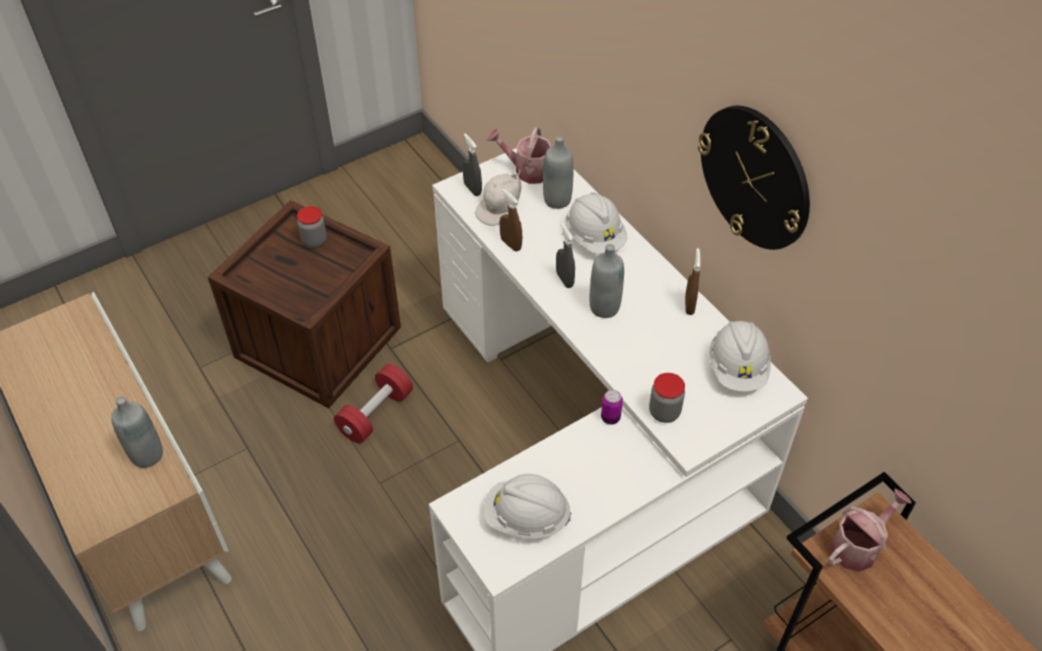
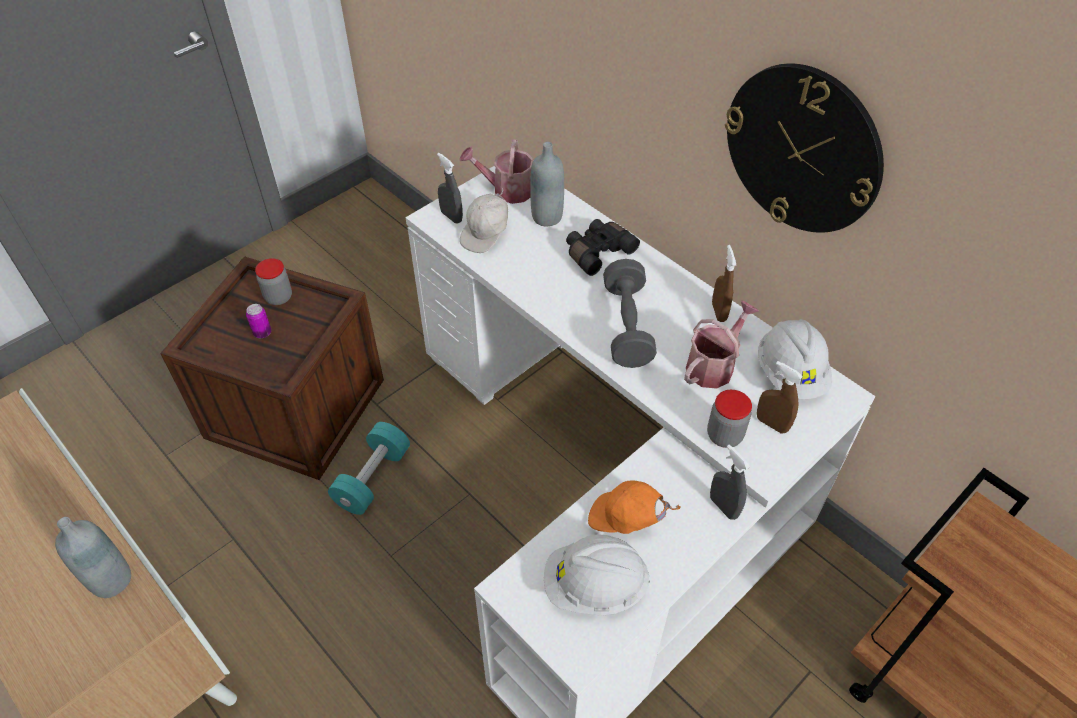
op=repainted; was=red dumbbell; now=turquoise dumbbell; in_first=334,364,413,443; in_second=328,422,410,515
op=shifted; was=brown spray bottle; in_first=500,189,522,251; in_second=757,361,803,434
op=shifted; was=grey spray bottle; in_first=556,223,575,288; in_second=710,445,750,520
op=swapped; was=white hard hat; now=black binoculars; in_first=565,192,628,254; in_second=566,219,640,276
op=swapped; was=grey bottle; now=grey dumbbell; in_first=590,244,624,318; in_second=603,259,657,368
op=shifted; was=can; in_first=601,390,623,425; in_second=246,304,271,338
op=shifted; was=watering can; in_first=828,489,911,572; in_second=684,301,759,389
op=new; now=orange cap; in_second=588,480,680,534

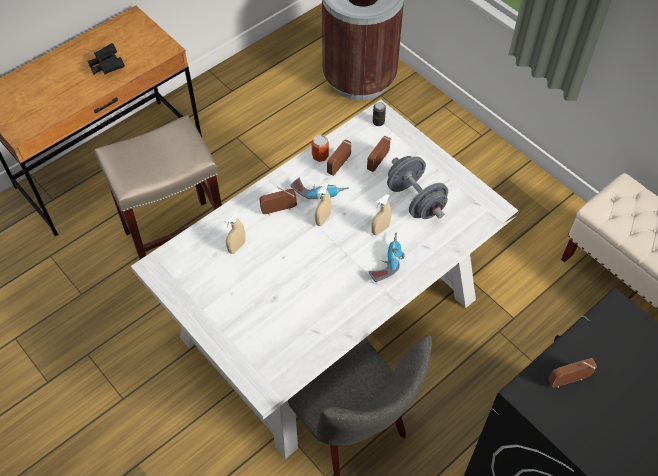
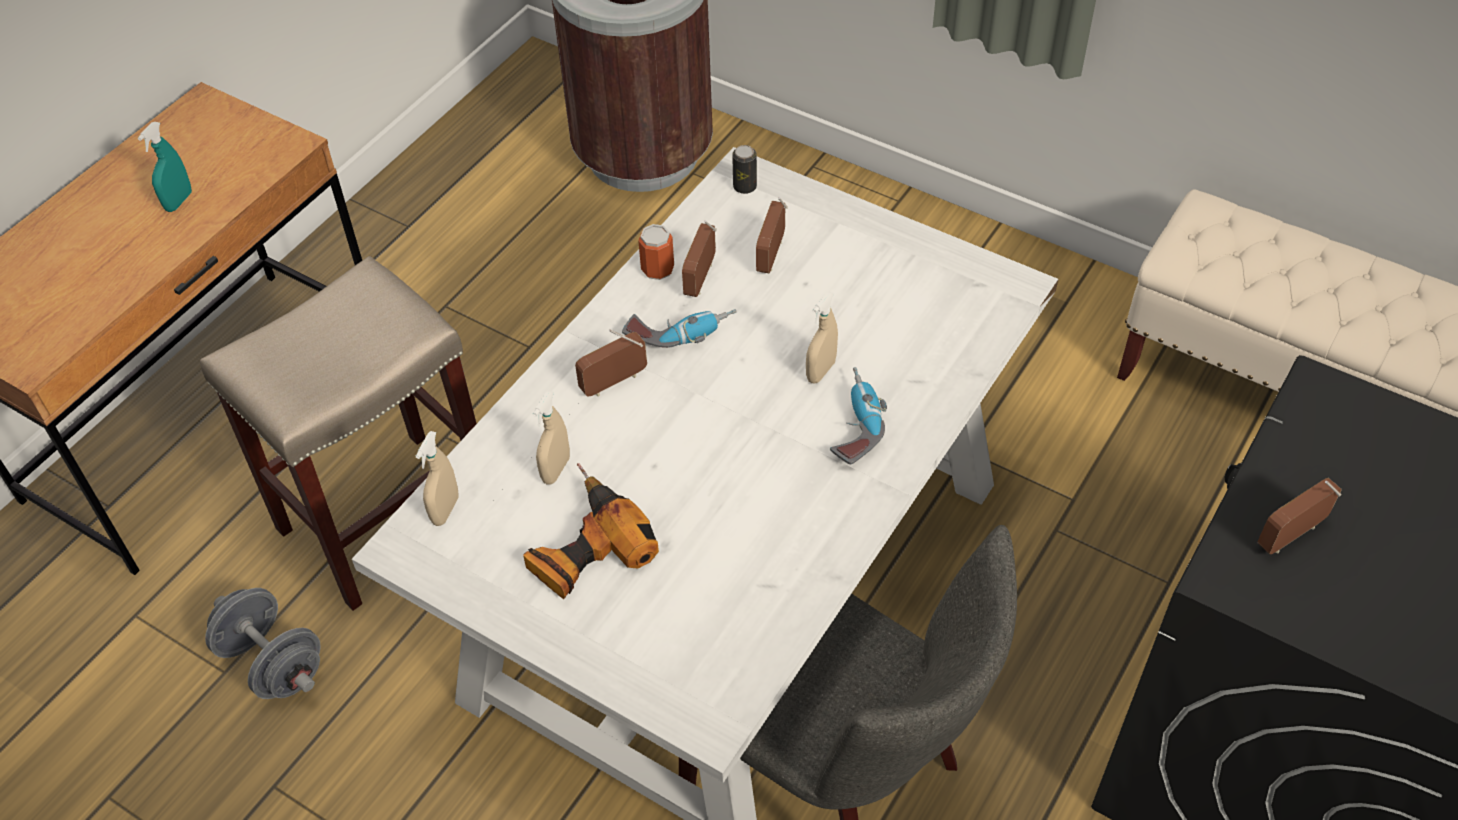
op=swapped; was=black binoculars; now=turquoise spray bottle; in_first=87,43,125,74; in_second=138,122,192,212
op=shifted; was=beige spray bottle; in_first=315,183,331,226; in_second=416,431,459,526
op=shifted; was=grey dumbbell; in_first=387,156,448,219; in_second=205,588,321,699
op=new; now=power drill; in_second=523,463,659,599

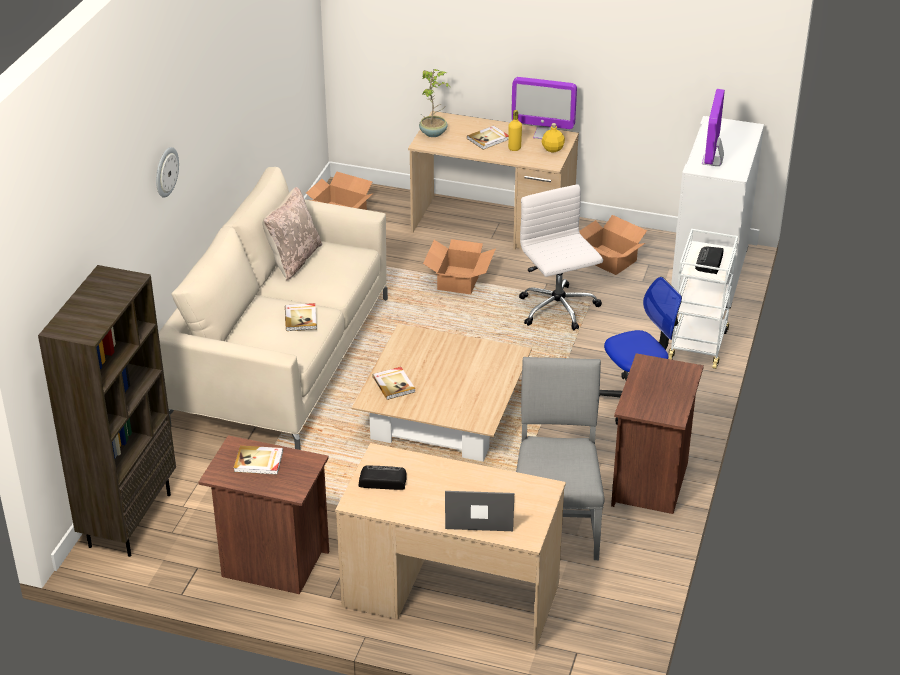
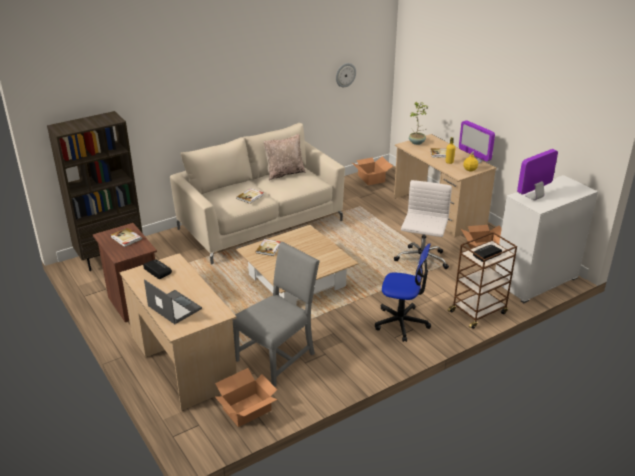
op=shifted; was=wall clock; in_first=156,147,179,198; in_second=336,63,356,87
op=shifted; was=cardboard box; in_first=423,239,496,294; in_second=215,368,278,427
op=gone; was=brown nightstand; in_first=611,353,704,514
op=repainted; was=white cart; now=brown cart; in_first=668,229,738,369; in_second=448,232,517,329

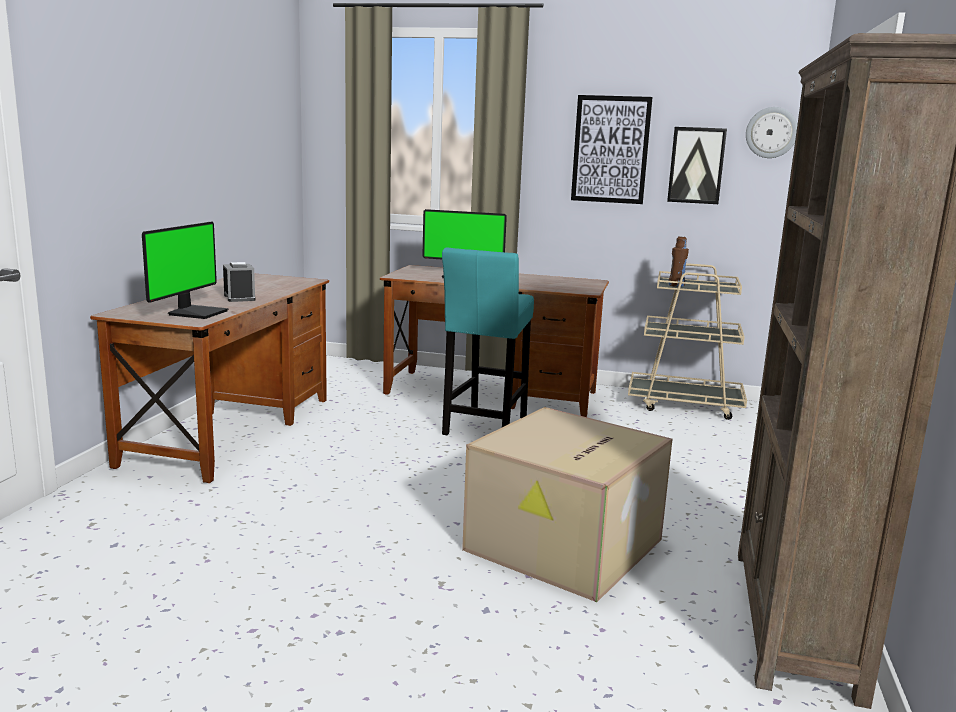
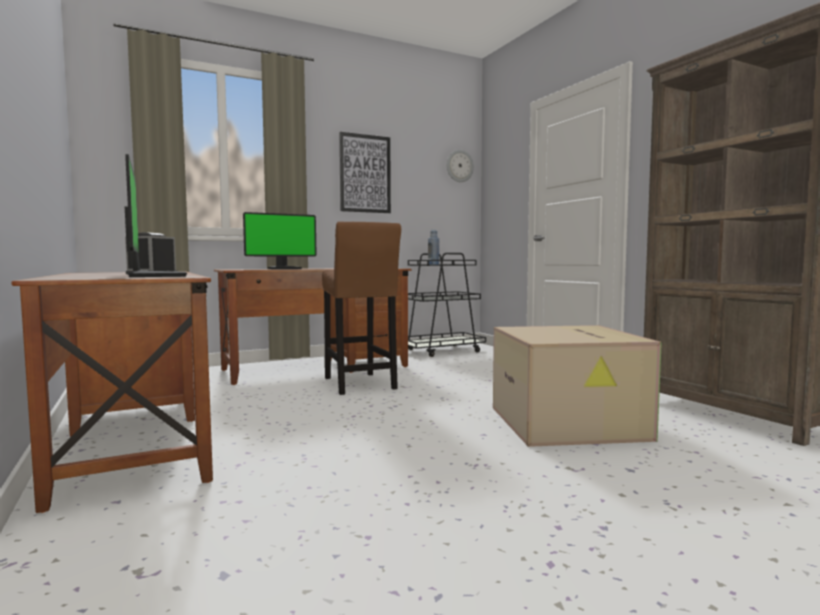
op=repainted; was=turquoise stool; now=brown stool; in_first=442,248,534,435; in_second=322,222,401,395
op=repainted; was=beige cart; now=black cart; in_first=628,263,747,420; in_second=408,253,486,357
op=gone; was=picture; in_first=667,127,727,204
op=repainted; was=brown bottle; now=blue bottle; in_first=668,236,689,287; in_second=428,230,439,265

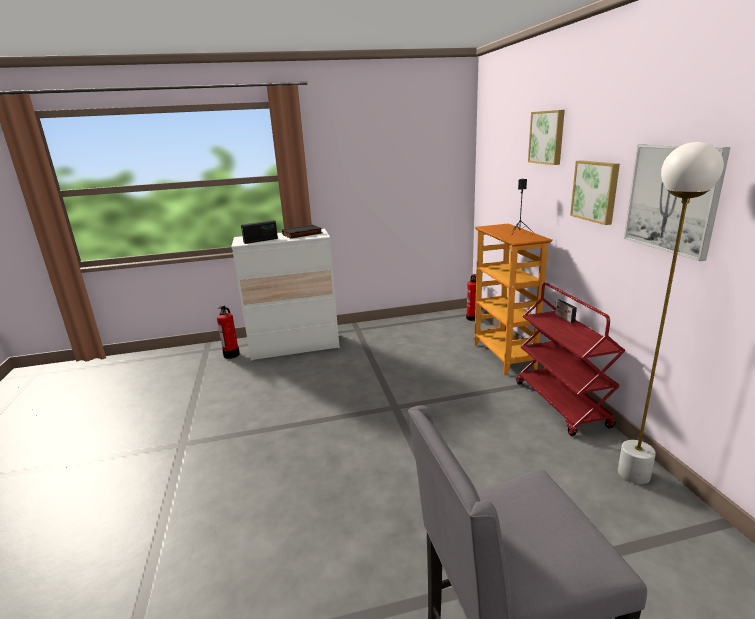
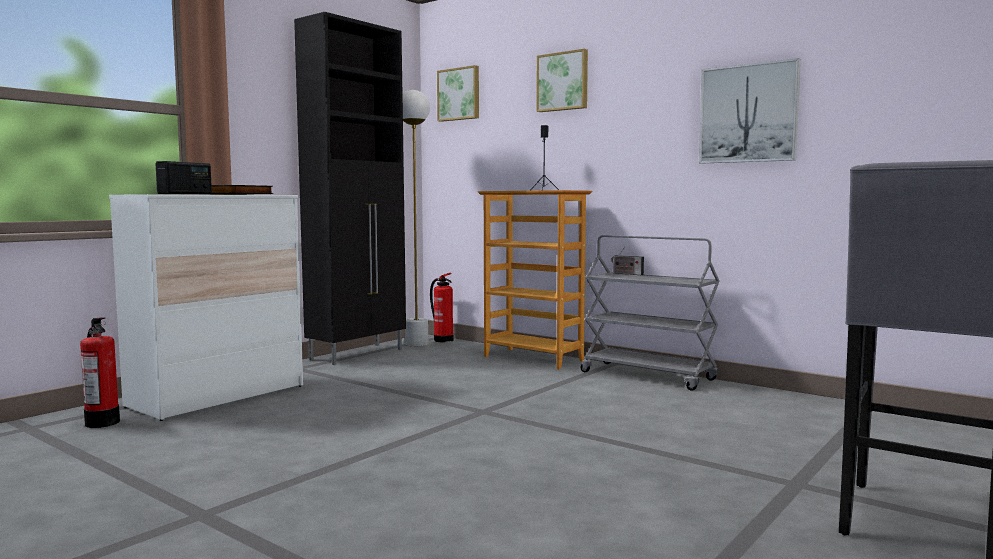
op=repainted; was=red cart; now=grey cart; in_first=516,283,626,436; in_second=580,235,720,391
op=shifted; was=picture; in_first=570,160,620,225; in_second=437,65,479,122
op=shifted; was=white floor lamp; in_first=618,142,724,484; in_second=402,90,430,346
op=new; now=black cabinet; in_second=294,12,406,365

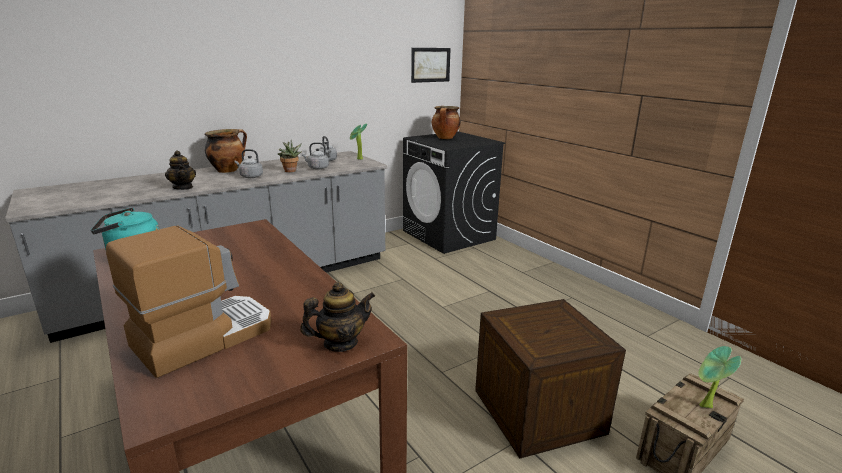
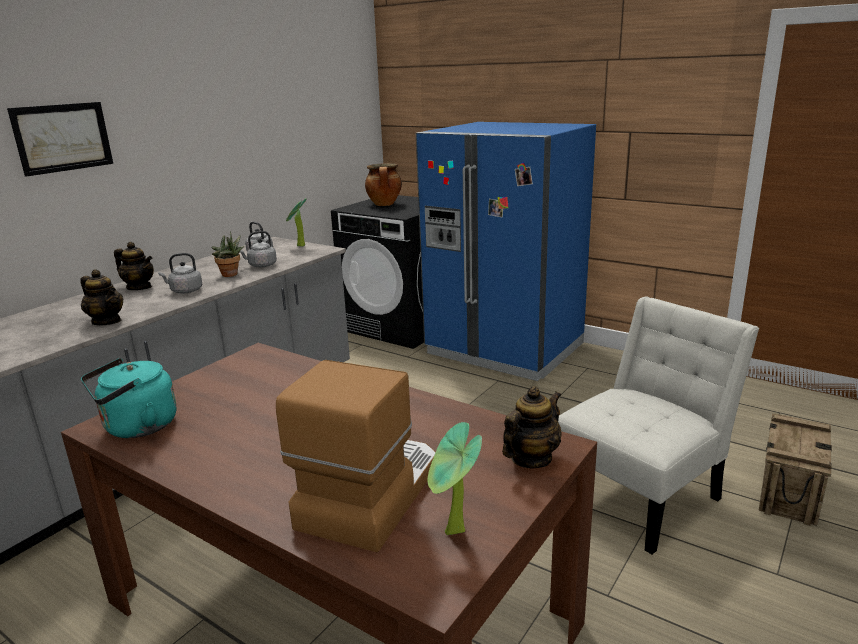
op=swapped; was=cooking pot; now=teapot; in_first=205,129,247,173; in_second=114,242,154,290
op=shifted; was=picture; in_first=411,48,451,83; in_second=7,102,113,177
op=swapped; was=crate; now=white chair; in_first=475,299,626,458; in_second=558,297,759,554
op=shifted; was=potted plant; in_first=698,346,741,408; in_second=427,422,482,535
op=new; now=blue fridge; in_second=416,122,596,381

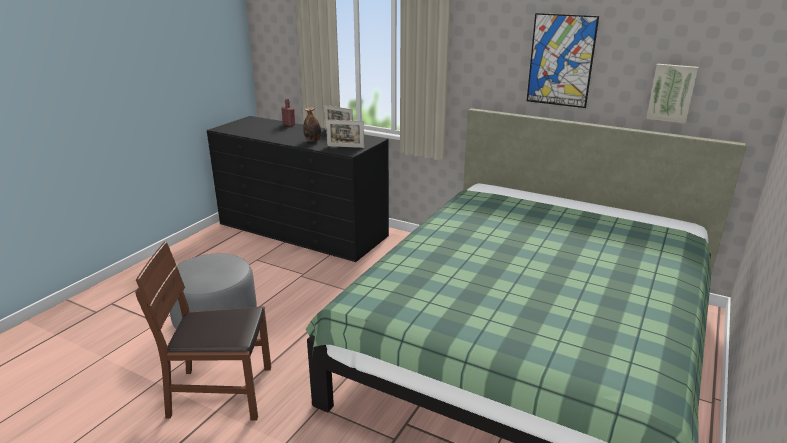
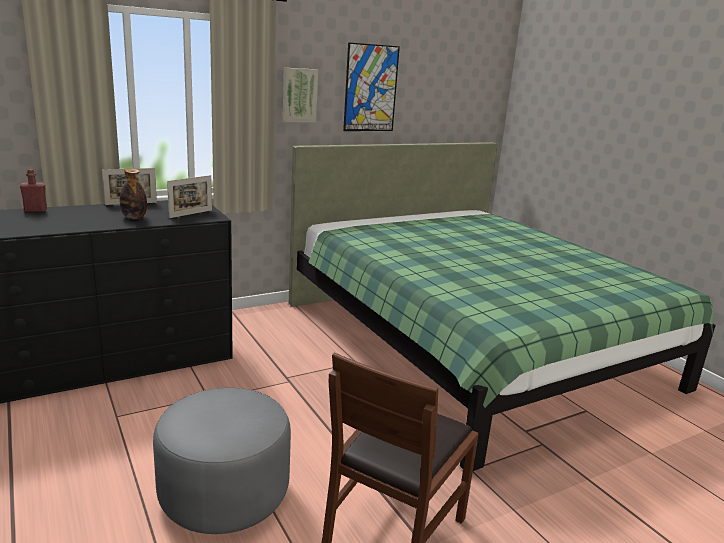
op=shifted; was=picture; in_first=646,64,699,124; in_second=283,68,318,123

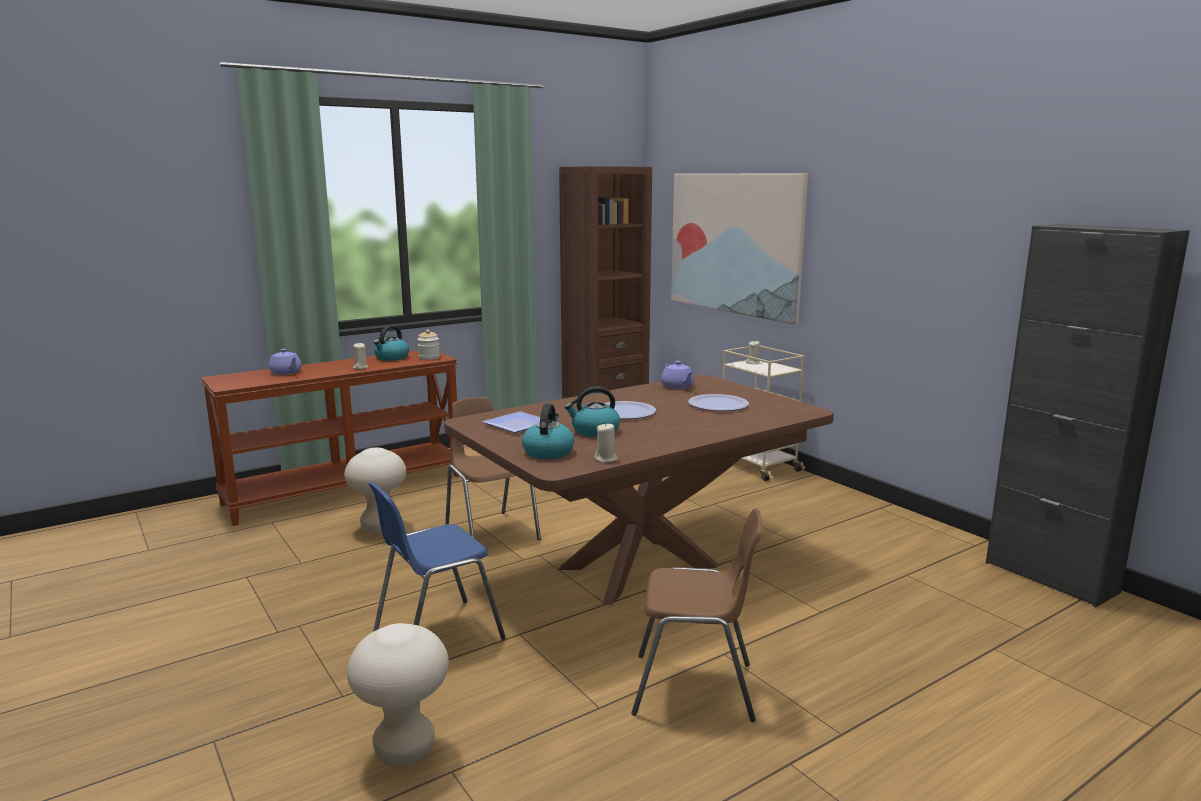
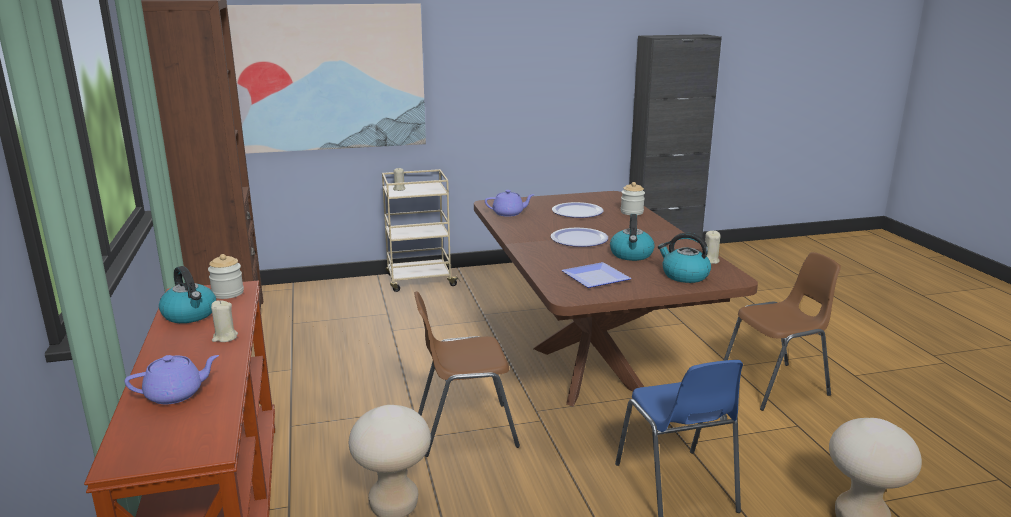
op=rotated; was=brown chair; in_first=631,508,763,722; in_second=723,252,841,411; clockwise=45
op=new; now=jar; in_second=621,182,645,215

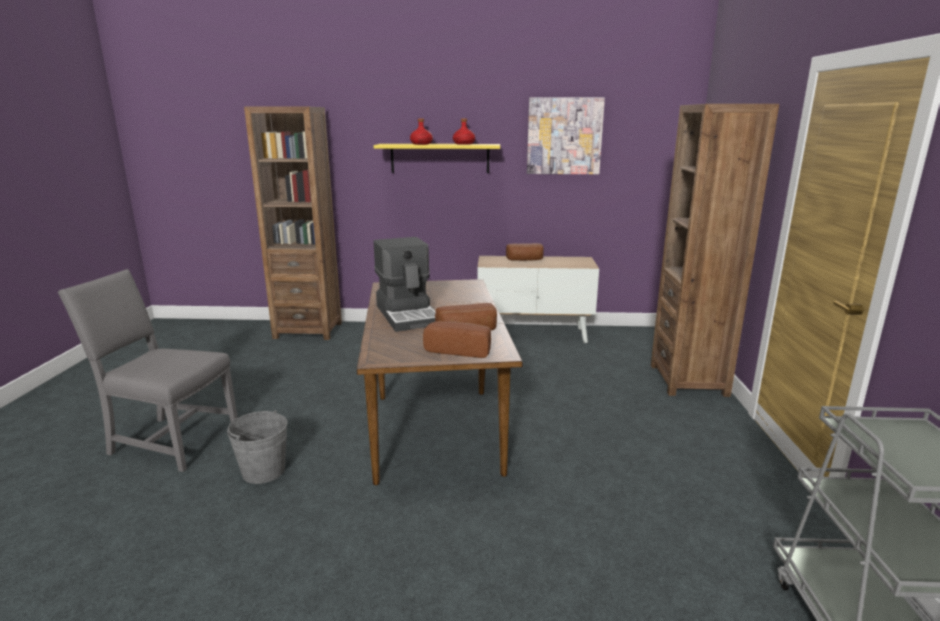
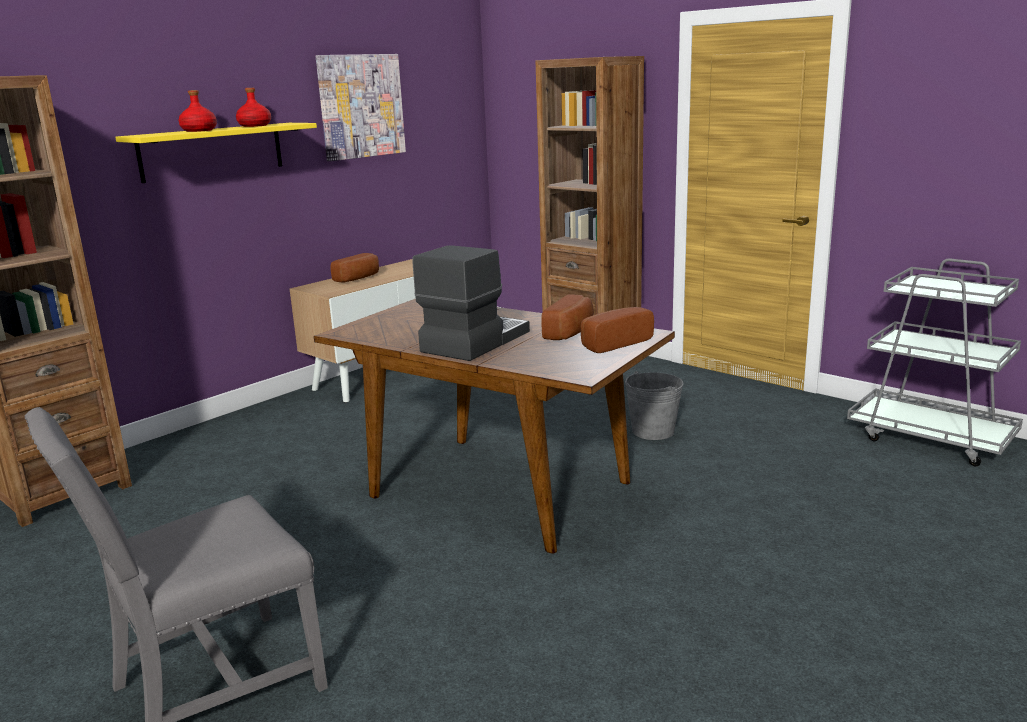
op=shifted; was=grey bucket; in_first=227,410,288,484; in_second=625,371,683,440
op=rotated; was=coffee machine; in_first=374,237,436,332; in_second=412,245,530,361; clockwise=-75

